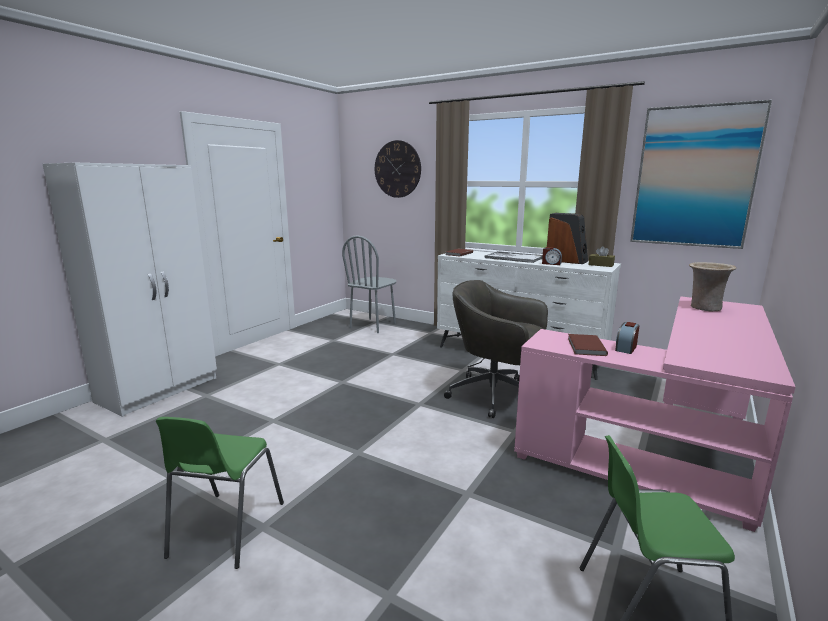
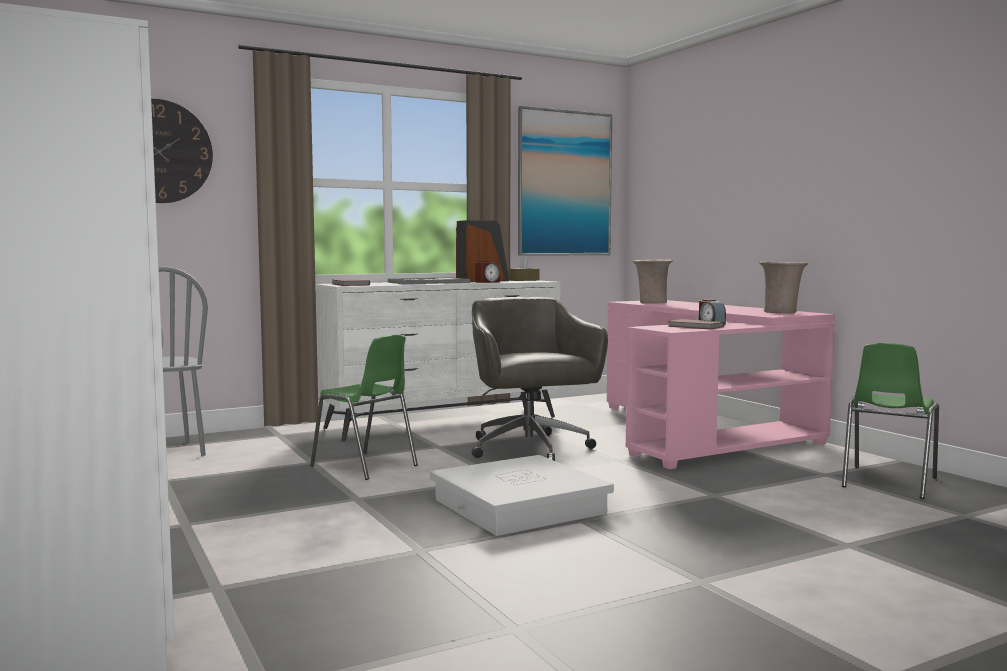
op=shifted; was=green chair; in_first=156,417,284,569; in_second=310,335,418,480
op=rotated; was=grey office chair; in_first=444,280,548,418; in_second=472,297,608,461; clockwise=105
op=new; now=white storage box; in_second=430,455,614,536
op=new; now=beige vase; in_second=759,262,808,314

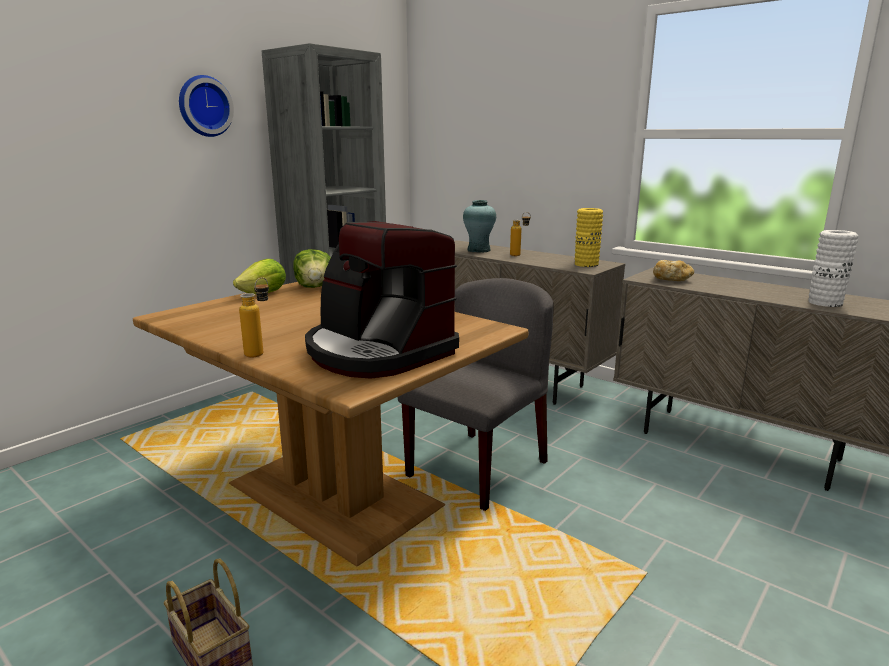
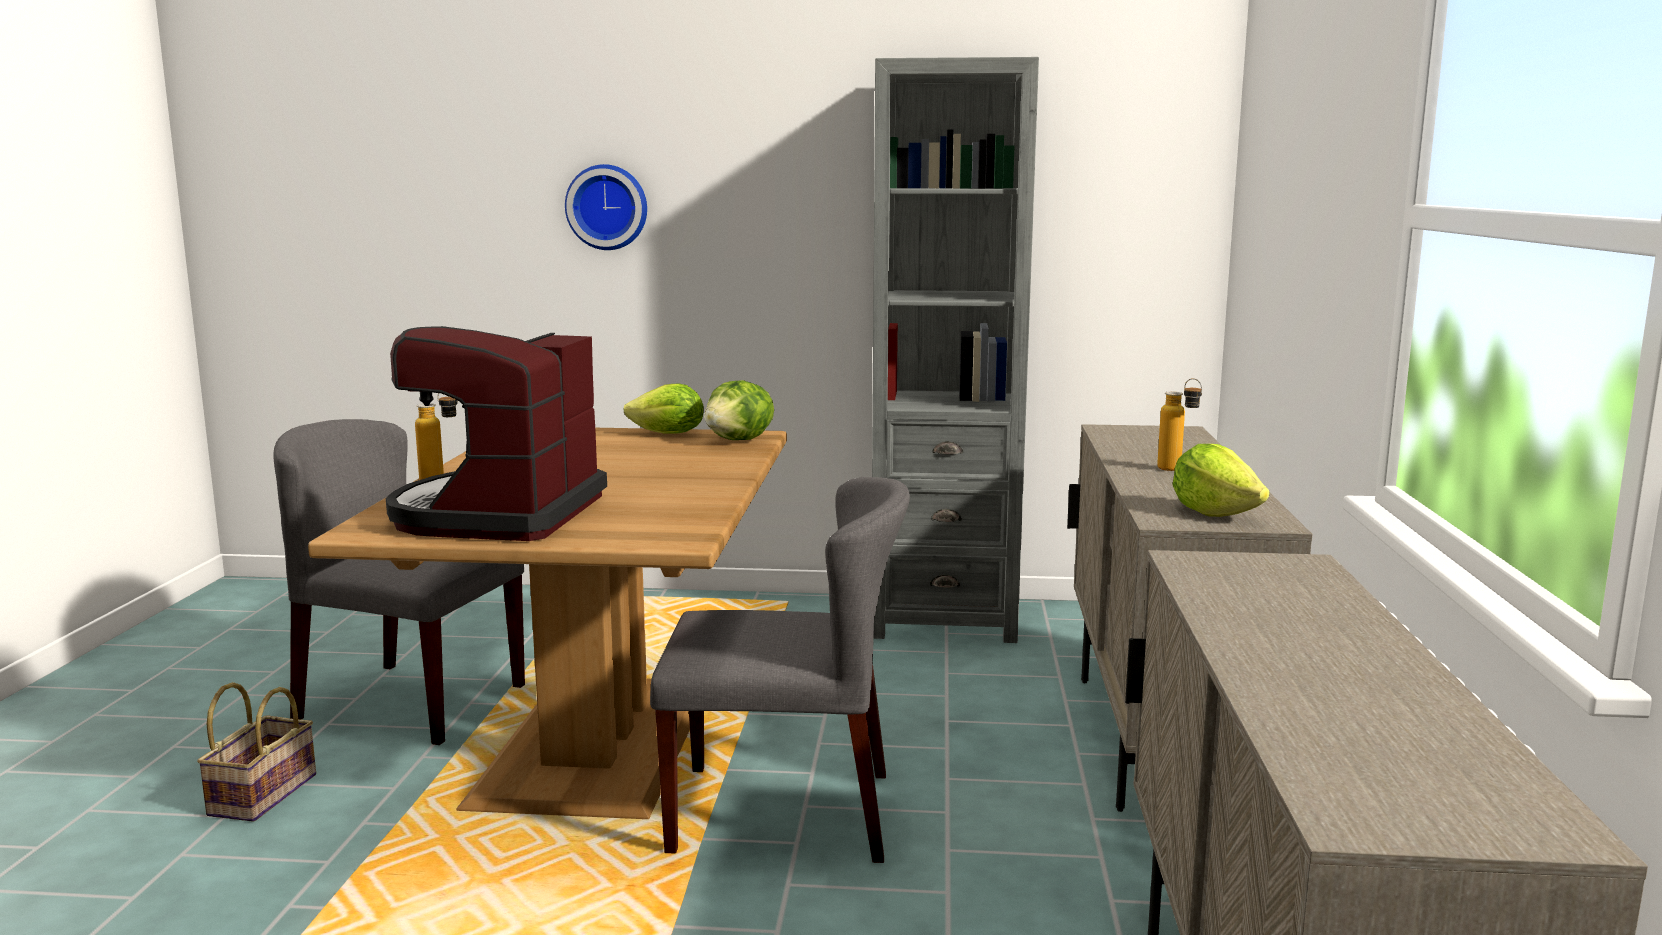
op=shifted; was=wall clock; in_first=179,75,234,137; in_second=565,164,647,250
op=gone; was=turquoise vase; in_first=463,200,496,253
op=swapped; was=yellow vase; now=lettuce; in_first=575,208,603,267; in_second=1172,444,1269,517
op=gone; was=bread; in_first=653,260,694,281
op=gone; was=white vase; in_first=808,230,858,307
op=new; now=grey chair; in_second=273,419,525,745

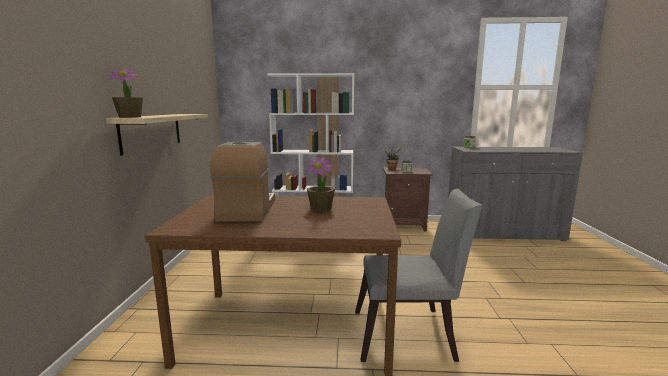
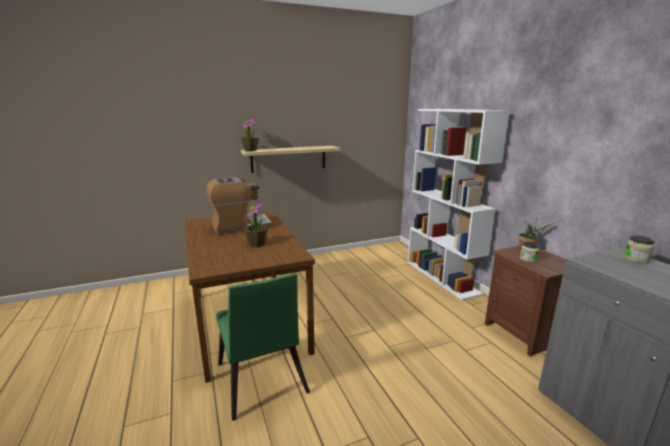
op=repainted; was=grey chair; now=green chair; in_first=355,189,482,362; in_second=216,273,310,421

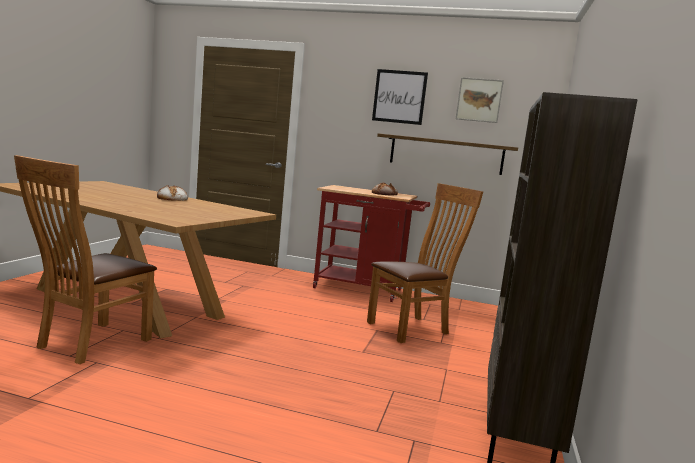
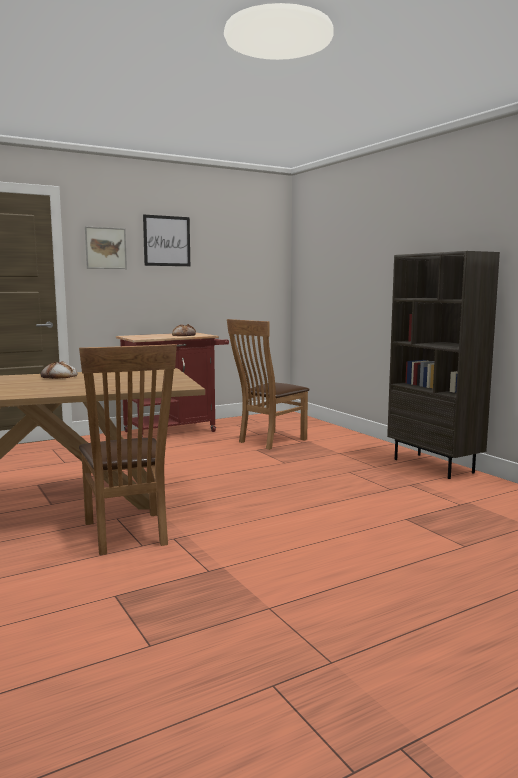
op=rotated; was=brown chair; in_first=367,183,483,343; in_second=227,319,309,450; clockwise=-150
op=gone; was=shelf; in_first=377,133,518,175
op=shifted; was=picture; in_first=456,77,504,123; in_second=85,227,127,269

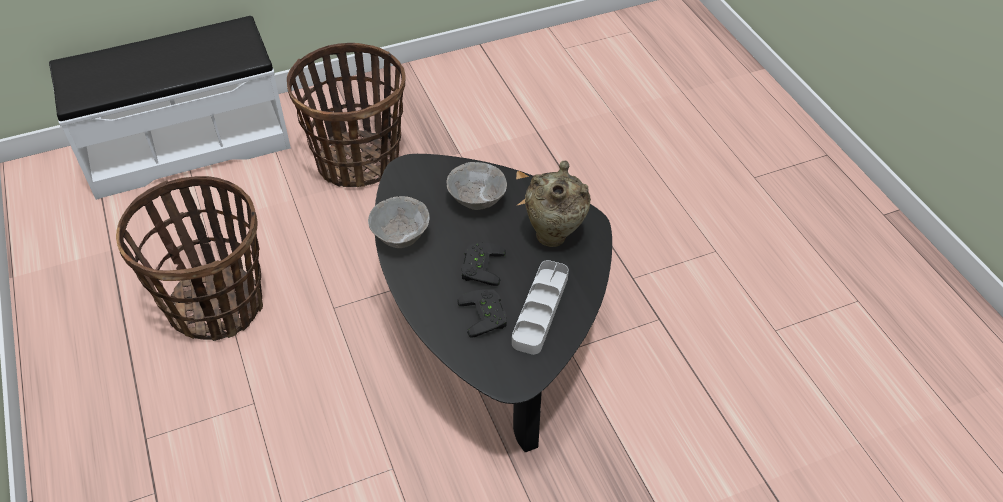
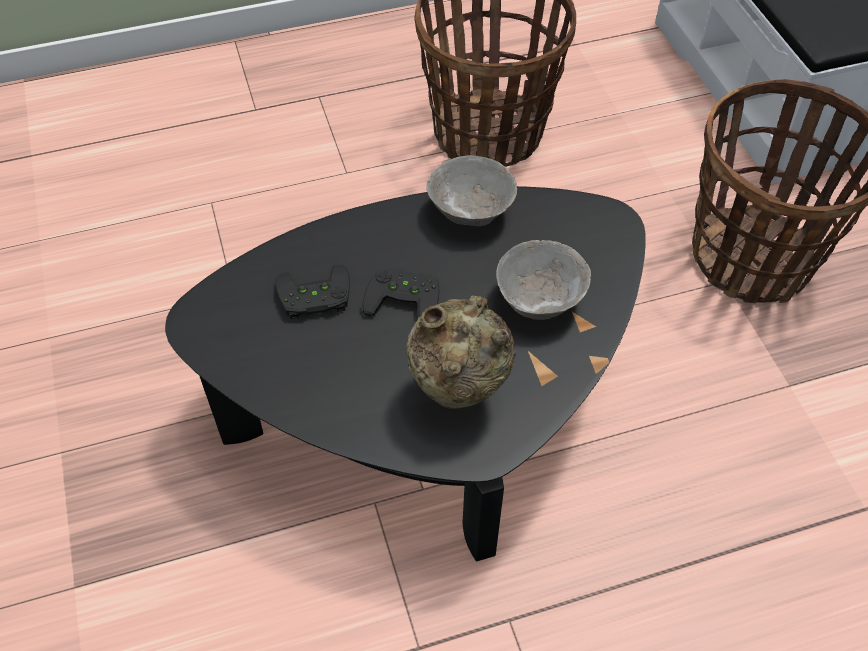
op=gone; was=grey tray; in_first=512,260,569,355

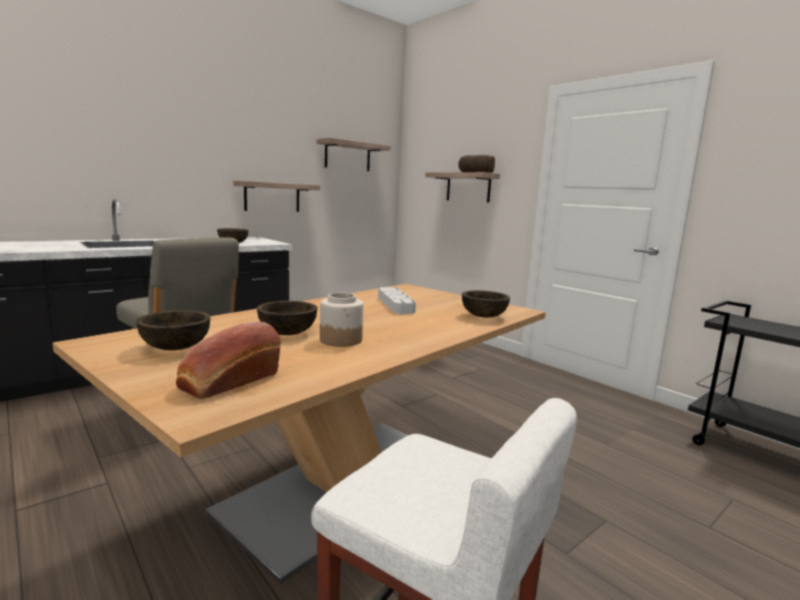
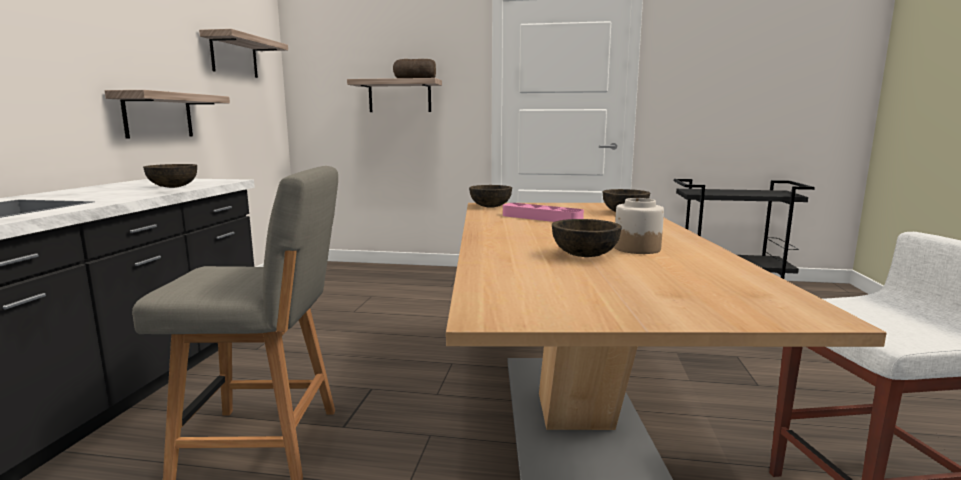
op=shifted; was=brown bowl; in_first=136,310,211,350; in_second=469,185,512,208
op=gone; was=bread; in_first=176,322,281,399
op=repainted; was=grey tray; now=pink tray; in_first=378,287,416,314; in_second=503,203,584,222

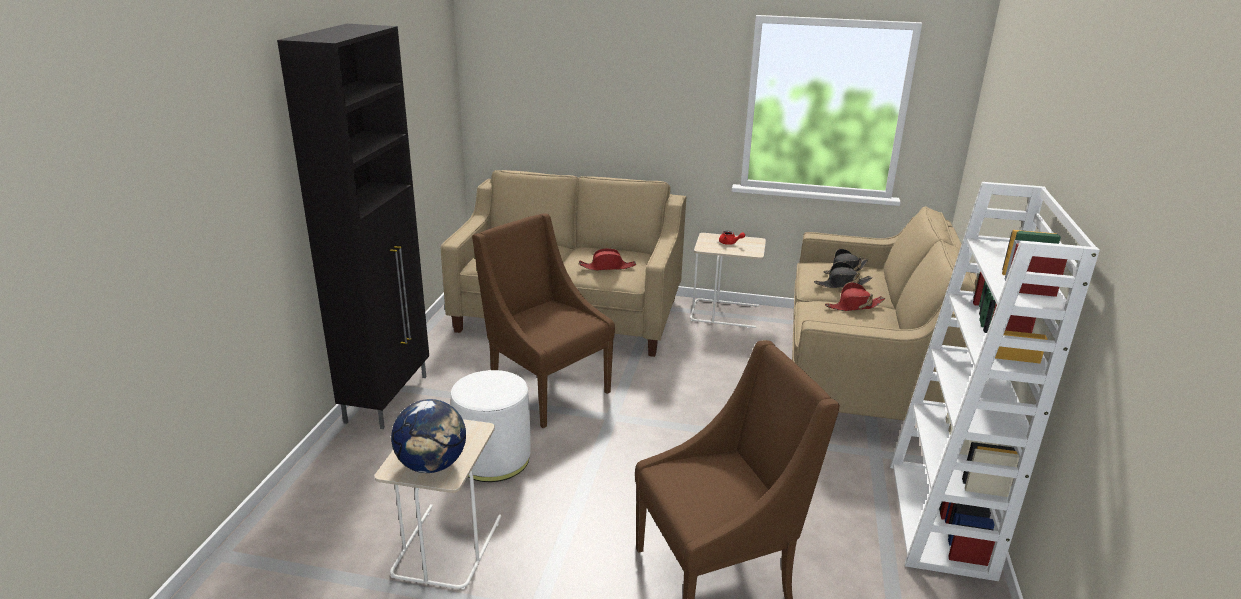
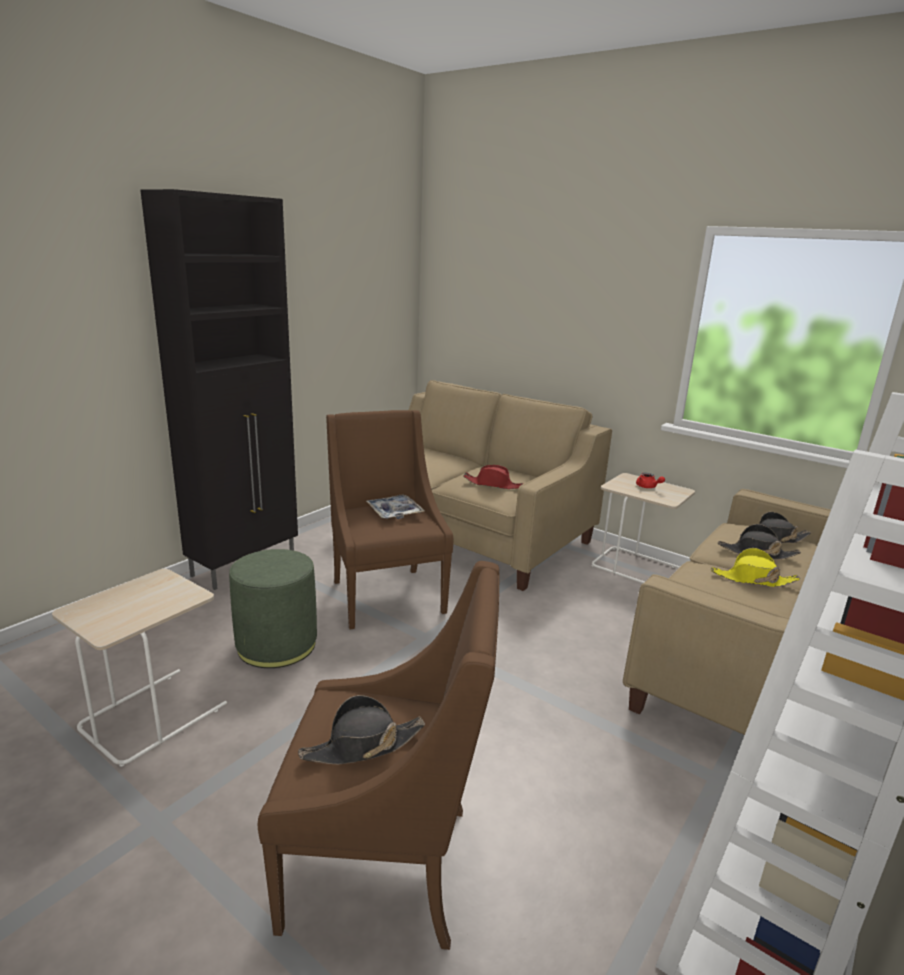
op=gone; was=globe; in_first=391,399,466,473
op=repainted; was=white ottoman; now=green ottoman; in_first=451,370,531,482; in_second=229,549,317,668
op=repainted; was=red hat; now=yellow hat; in_first=825,282,885,311; in_second=711,548,801,587
op=new; now=black hat; in_second=298,695,425,764
op=new; now=tray; in_second=366,494,425,519

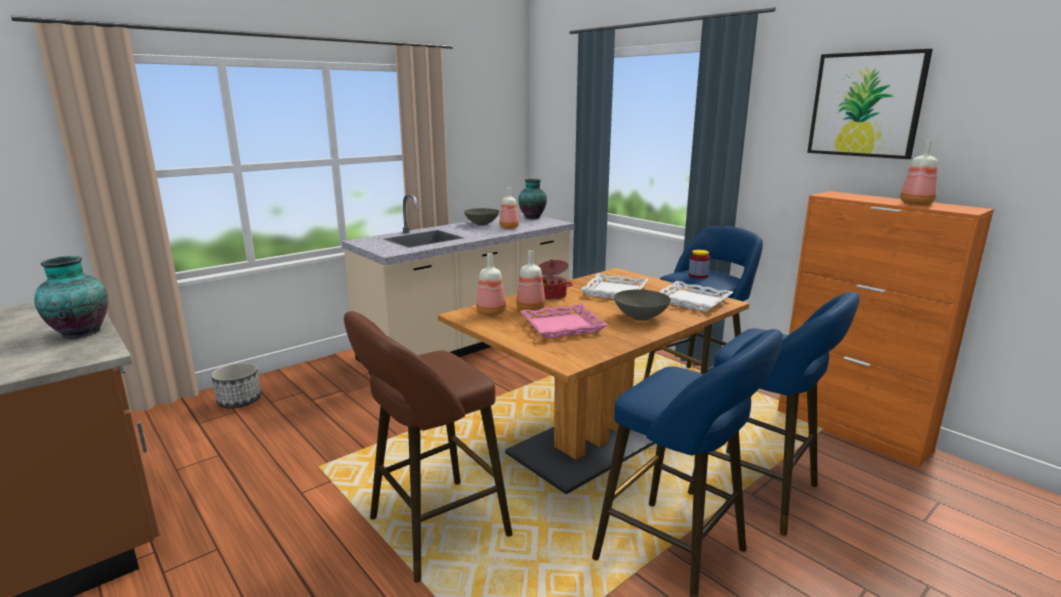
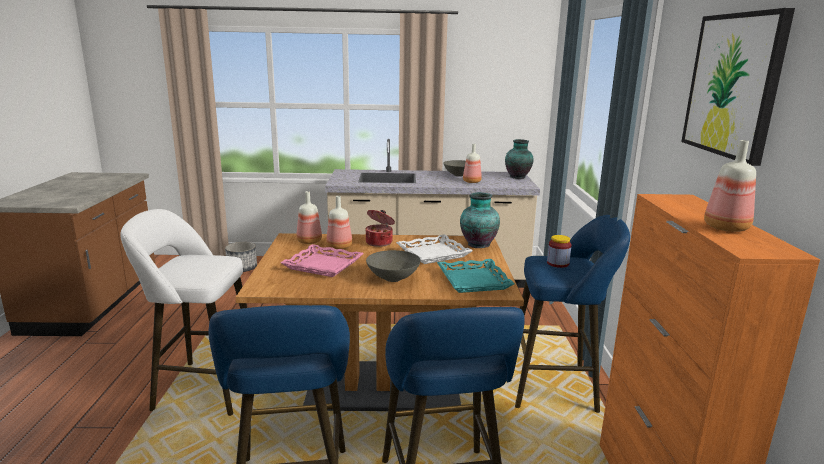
op=shifted; was=vase; in_first=34,256,108,339; in_second=460,192,500,248
op=repainted; was=brown stool; now=white stool; in_first=344,311,512,583; in_second=120,209,247,416
op=repainted; was=white tray; now=turquoise tray; in_first=660,281,733,312; in_second=437,259,515,293

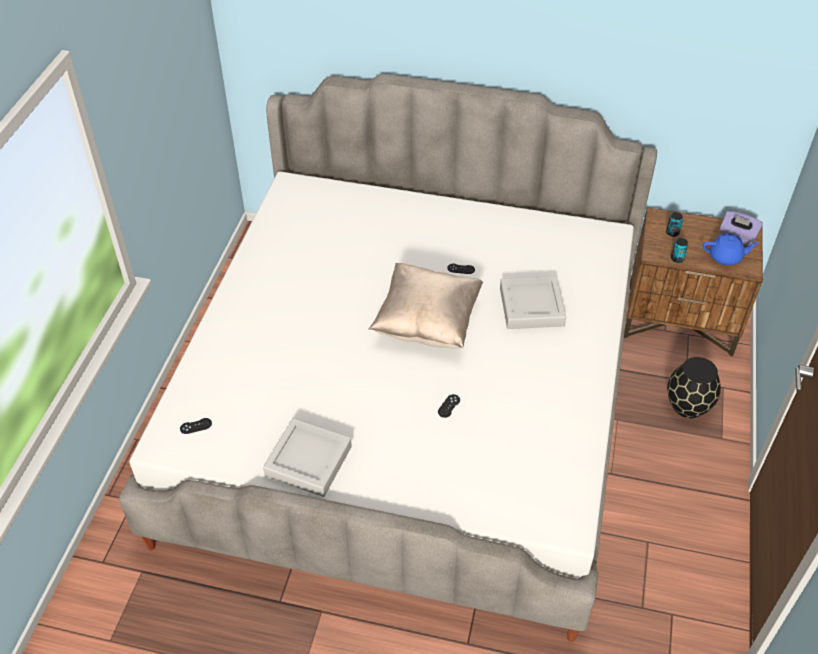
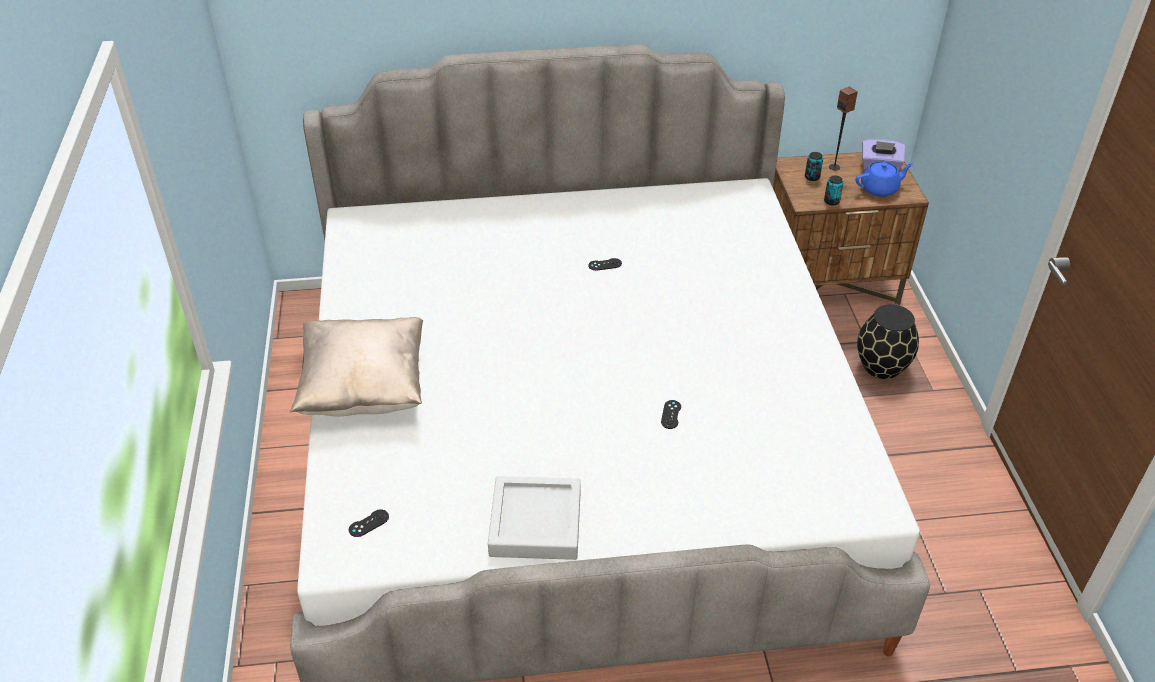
op=shifted; was=beige pillow; in_first=369,263,483,348; in_second=290,317,423,416
op=gone; was=grey tray; in_first=500,276,566,329
op=new; now=speaker; in_second=829,87,858,171

